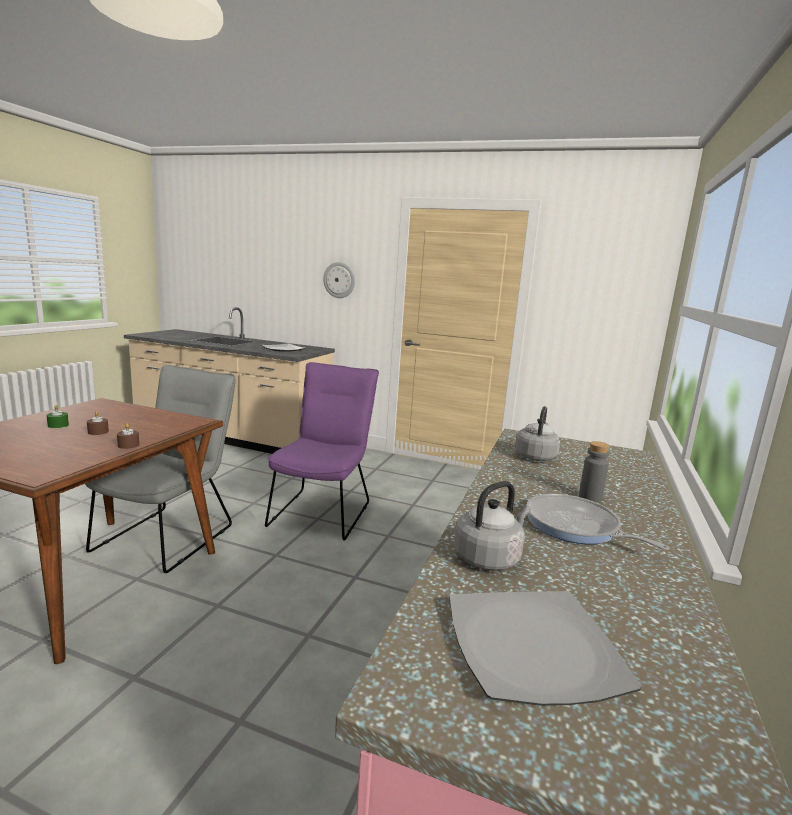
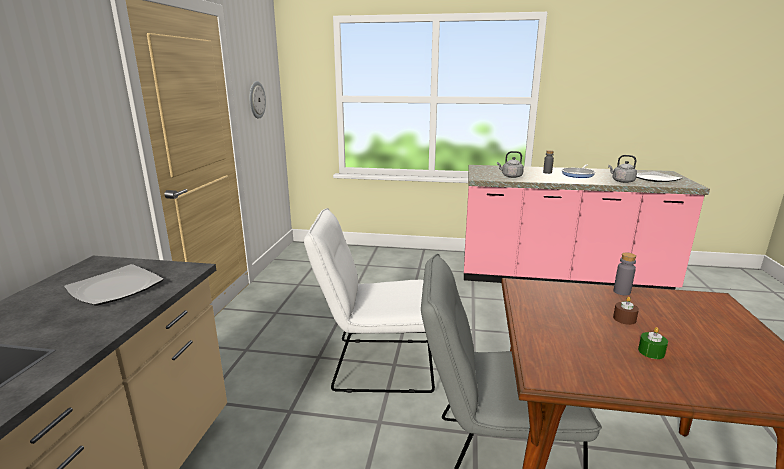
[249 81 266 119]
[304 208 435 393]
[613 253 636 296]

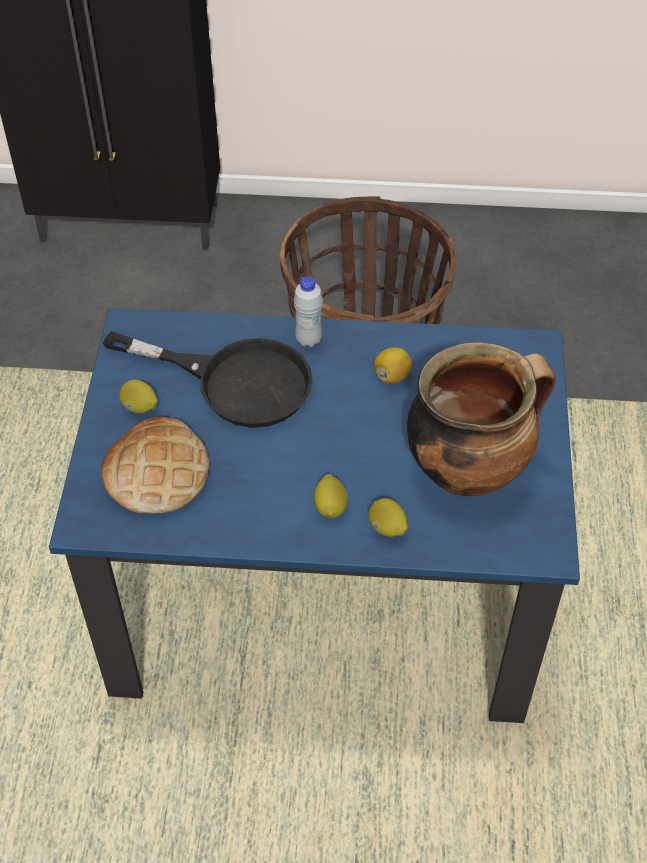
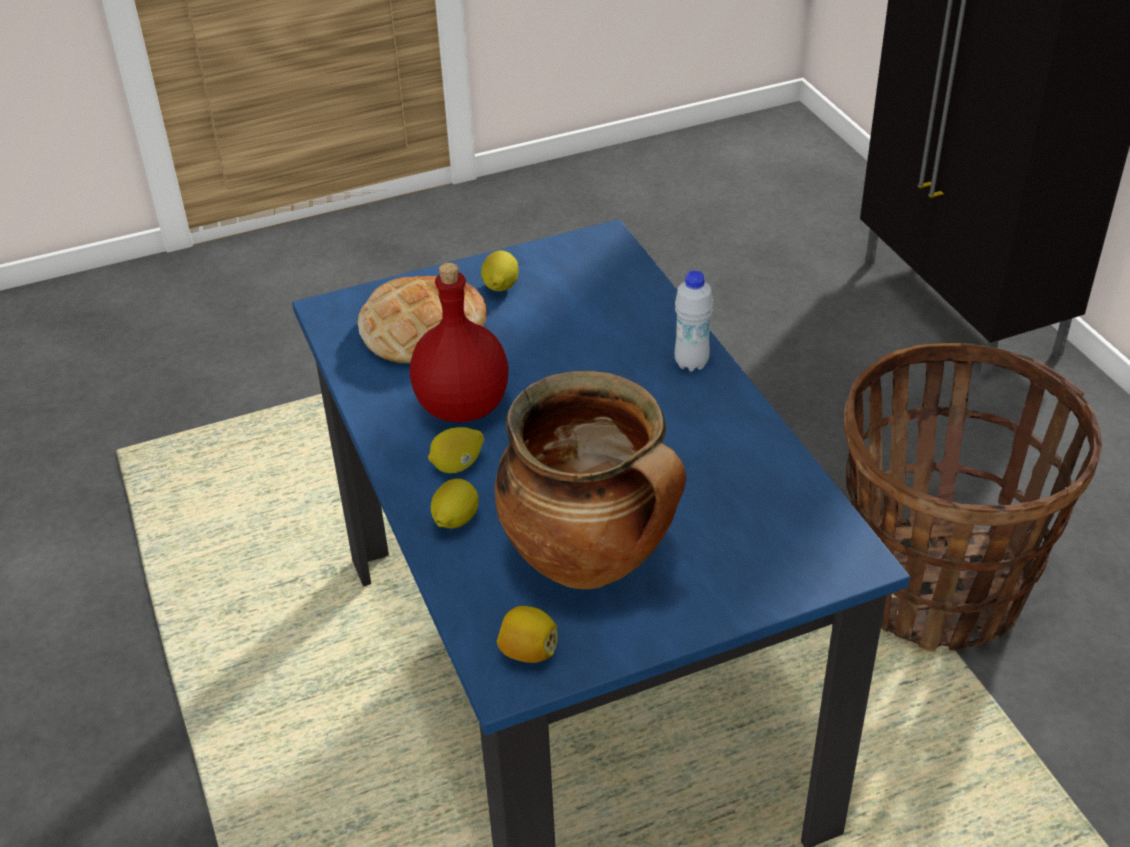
[103 331 313 428] (first image)
[497 606 558 663]
[410 263 509 422]

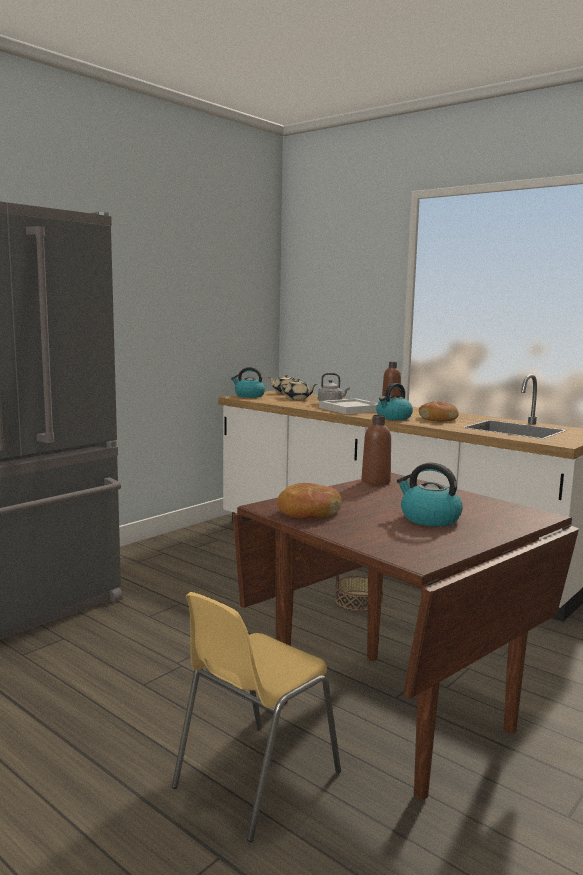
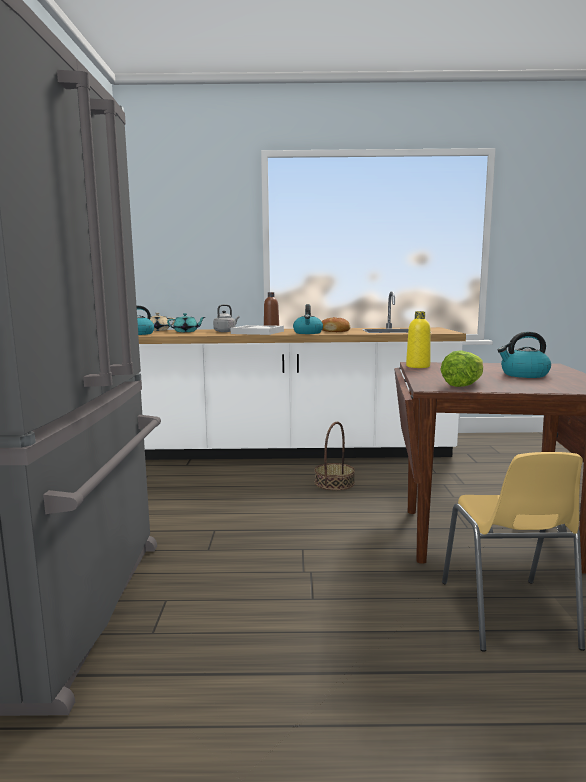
[167 313 205 332]
[406 311 431 368]
[440 350 483 387]

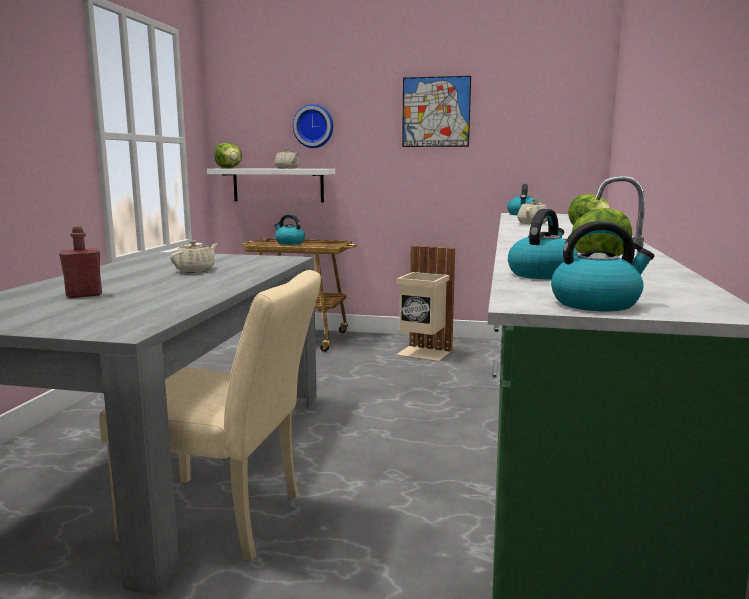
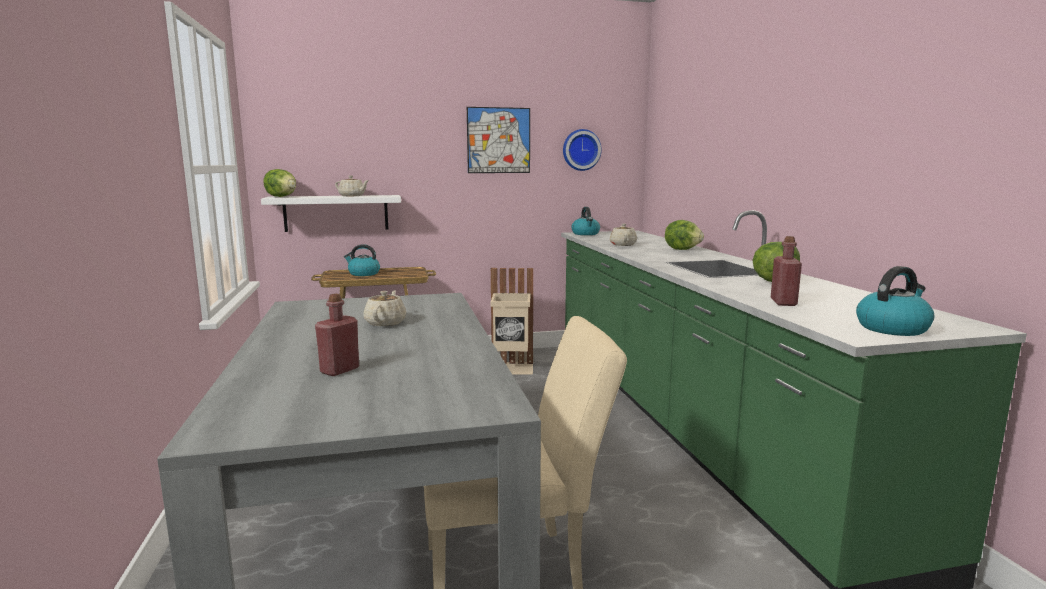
[563 129 602 171]
[771 236 802 306]

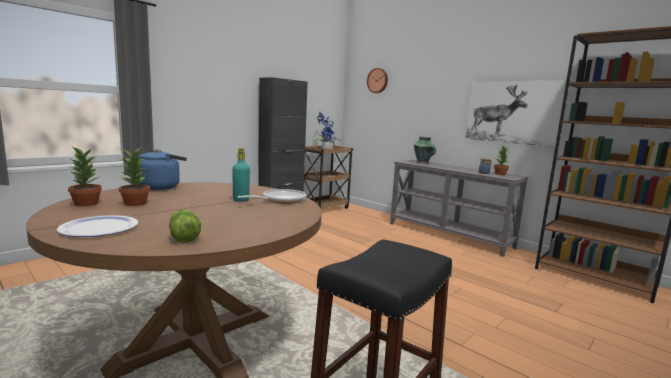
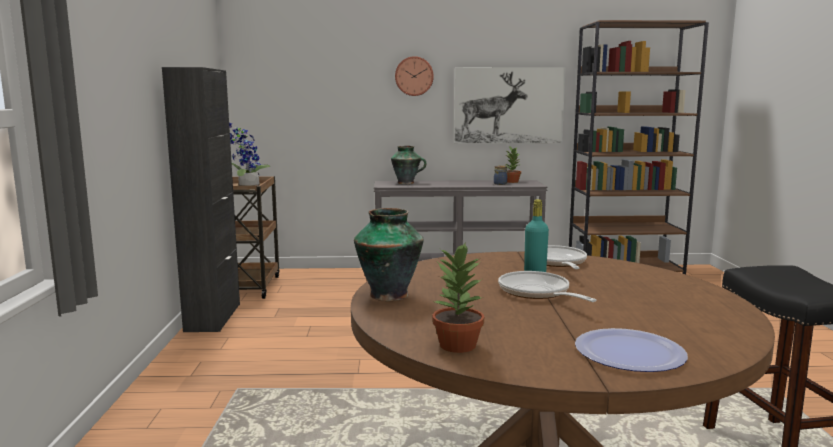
[395 56 434 96]
[119 148 150 206] (first image)
[354 208 424 301]
[169 209 201 243] (first image)
[498 271 596 302]

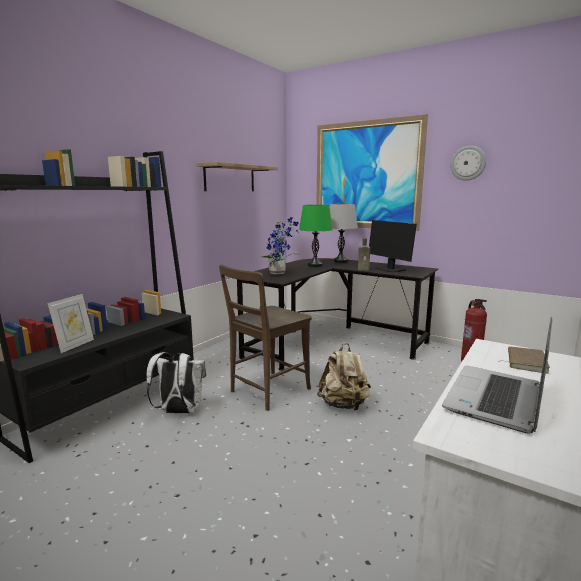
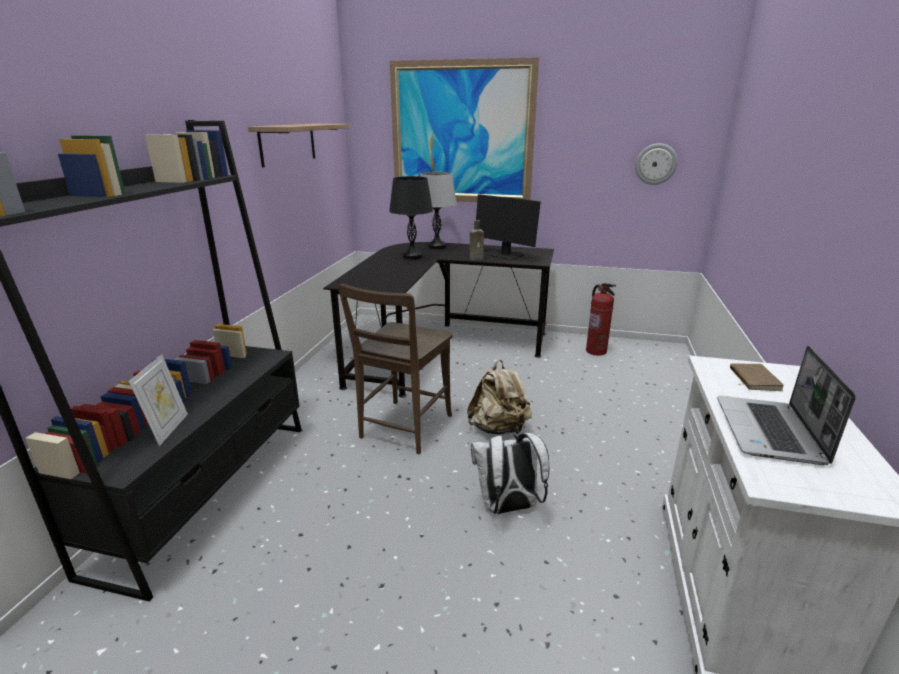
[635 143 678 185]
[389 176 433 259]
[262 217 302 274] (first image)
[471 432 549 514]

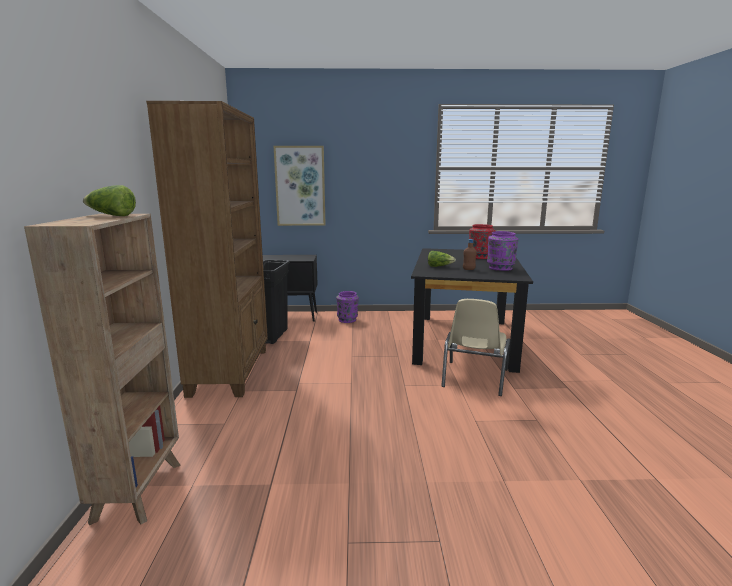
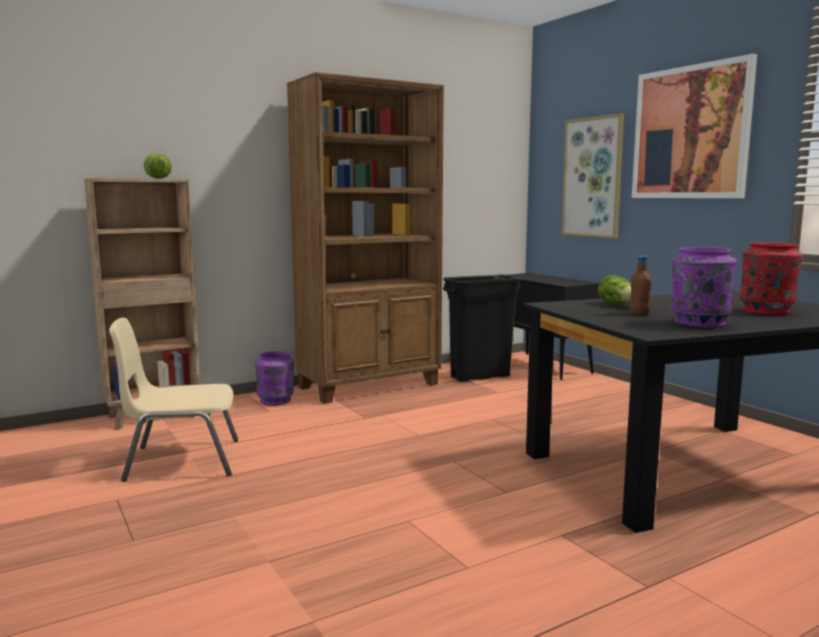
[255 351 295 406]
[109 317 238 482]
[632 54 757 198]

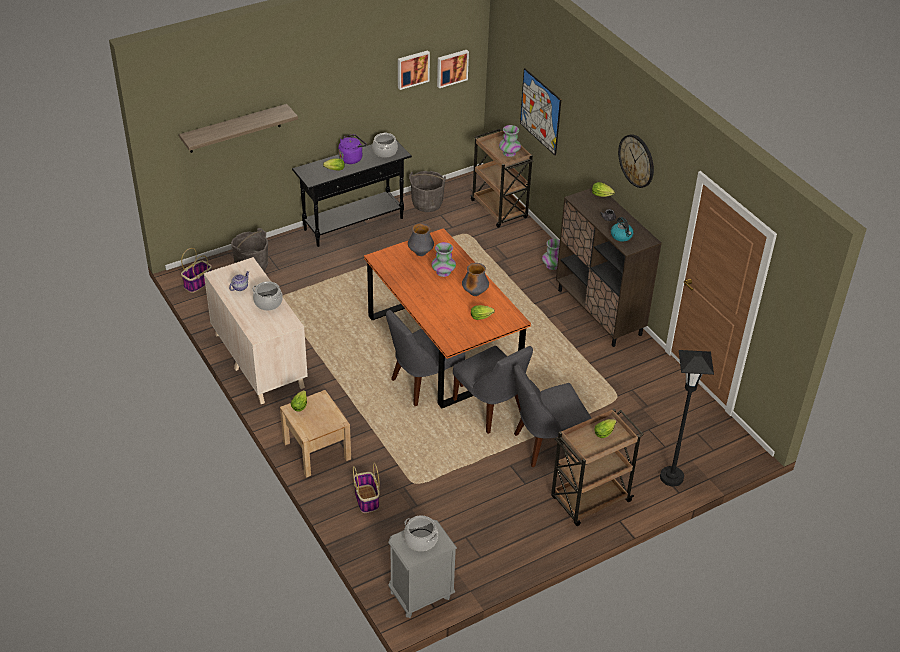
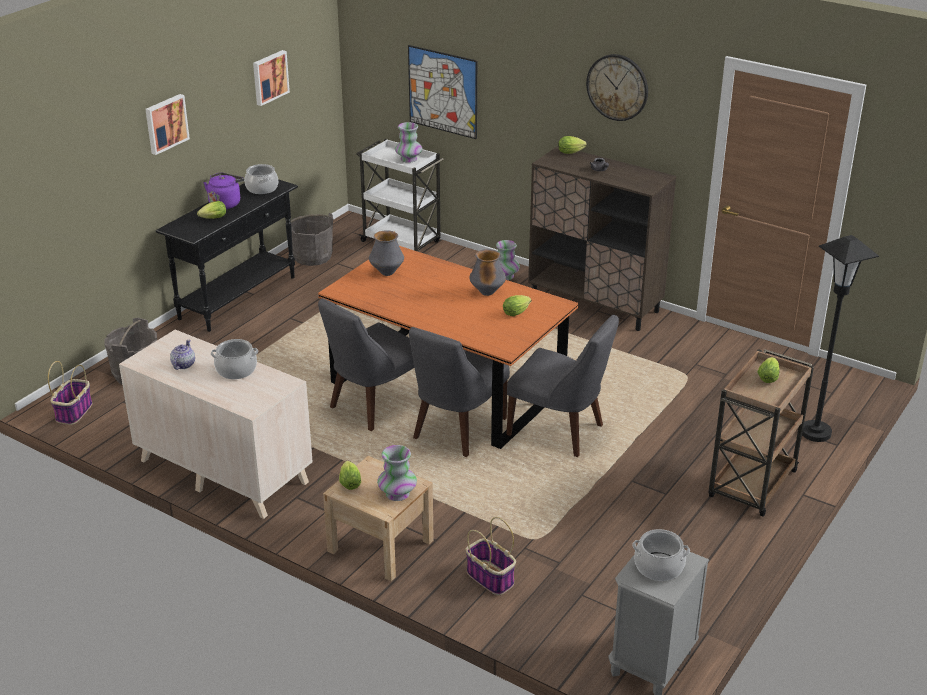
[145 94 190 155]
[179 104 298 153] (first image)
[356 139 444 251]
[611 217 634 242] (first image)
[377 445 417 501]
[318 298 422 431]

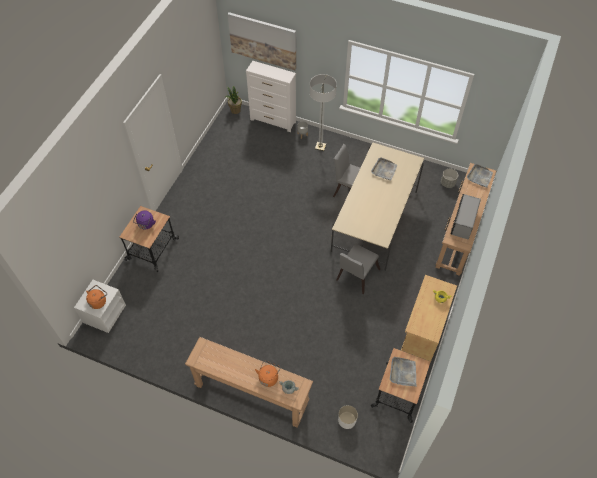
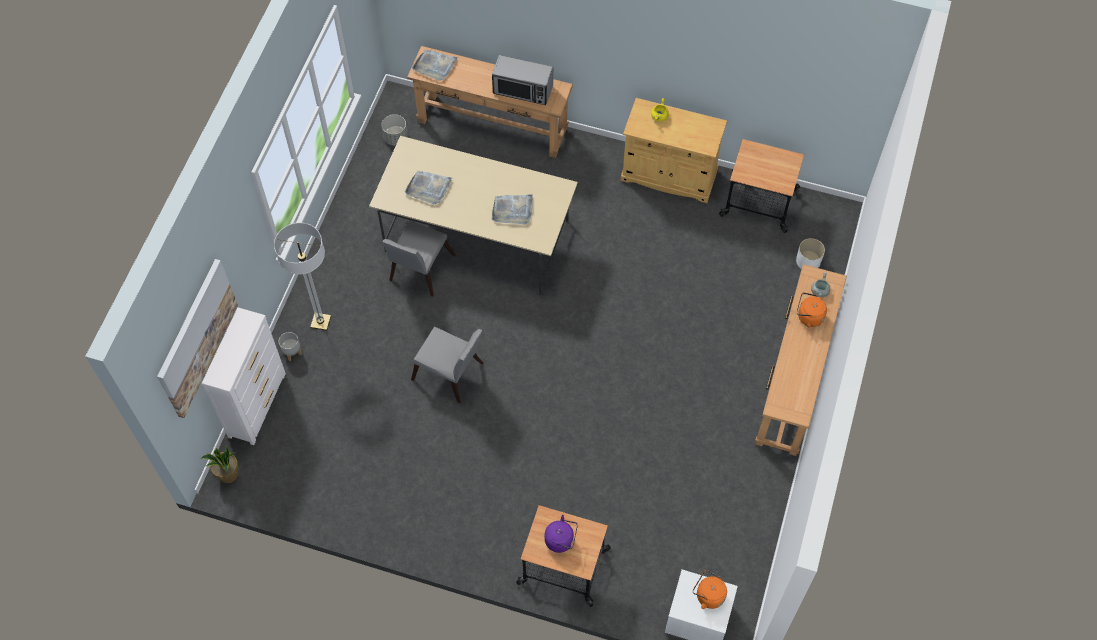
[411 326 484 403]
[492 194 533 224]

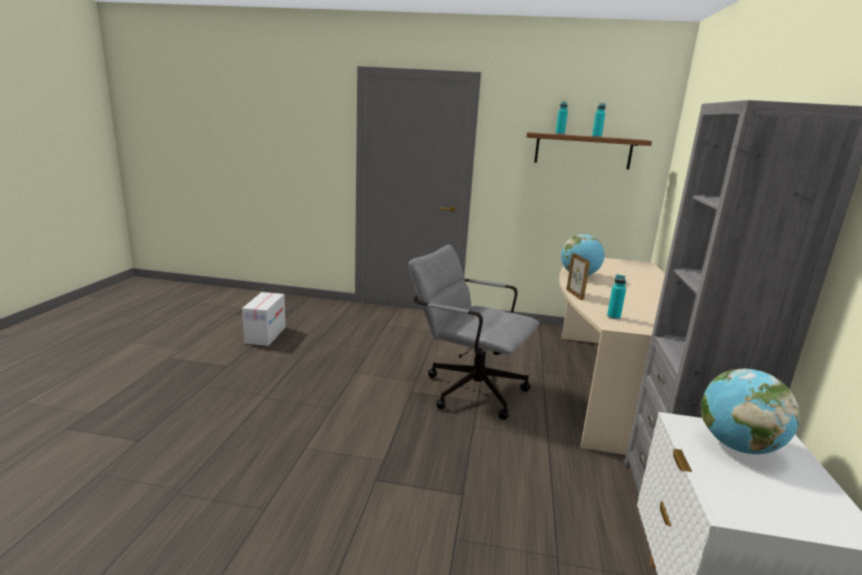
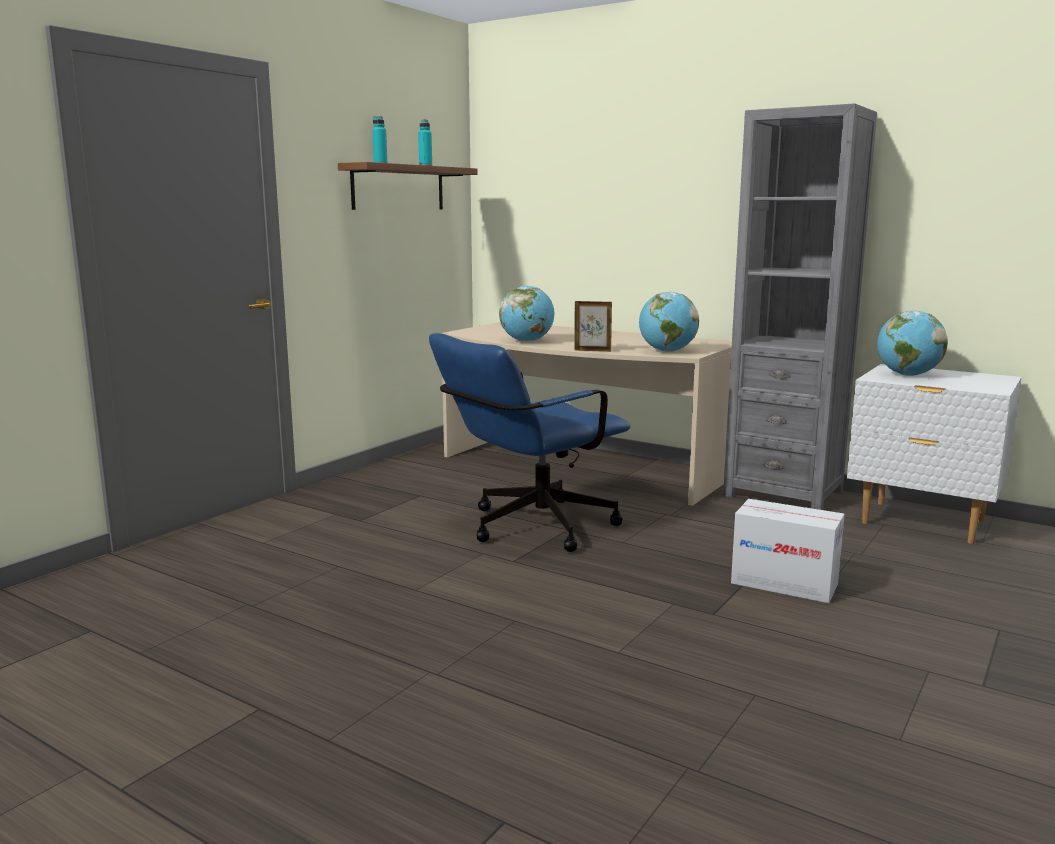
[429 333 630 552]
[639 292 699 352]
[731 499 845 603]

